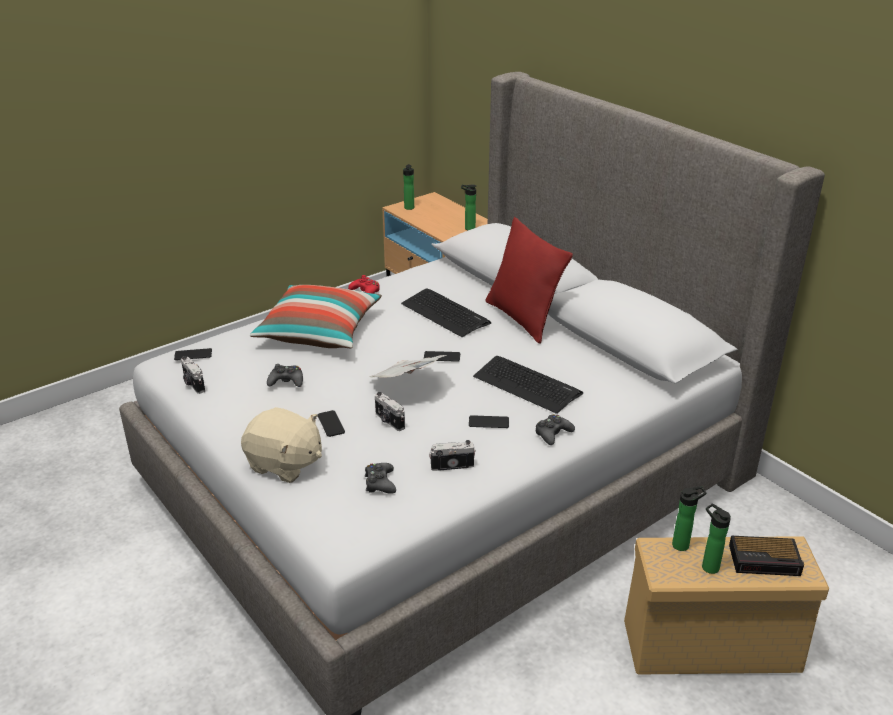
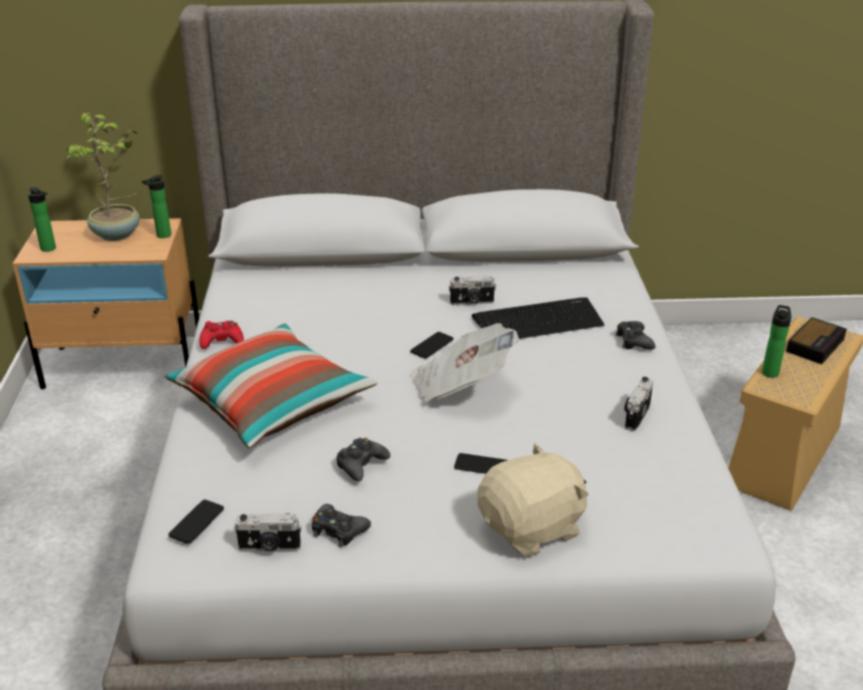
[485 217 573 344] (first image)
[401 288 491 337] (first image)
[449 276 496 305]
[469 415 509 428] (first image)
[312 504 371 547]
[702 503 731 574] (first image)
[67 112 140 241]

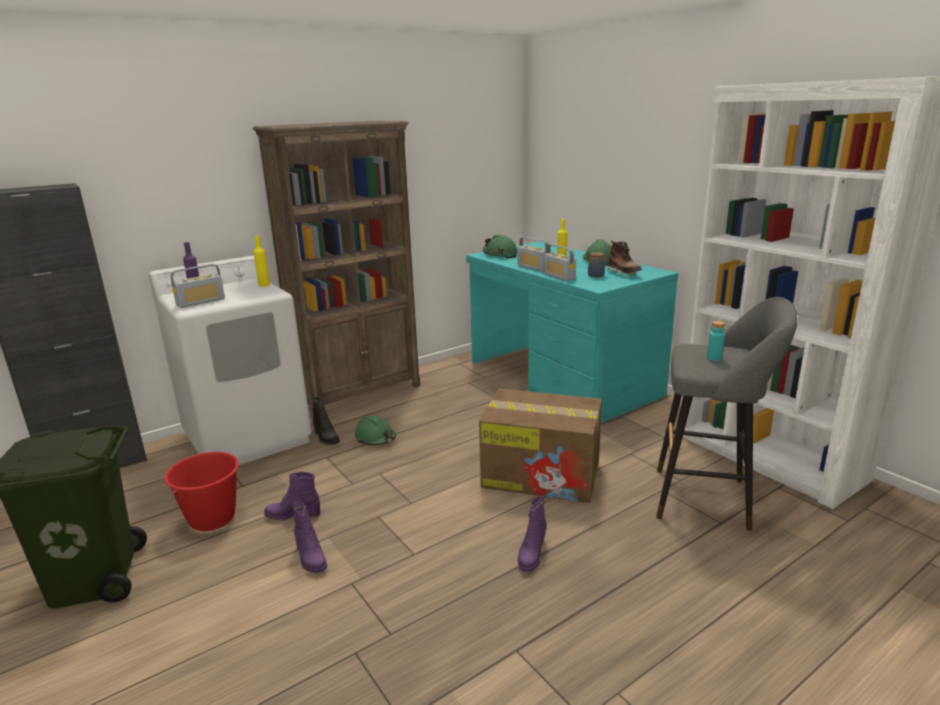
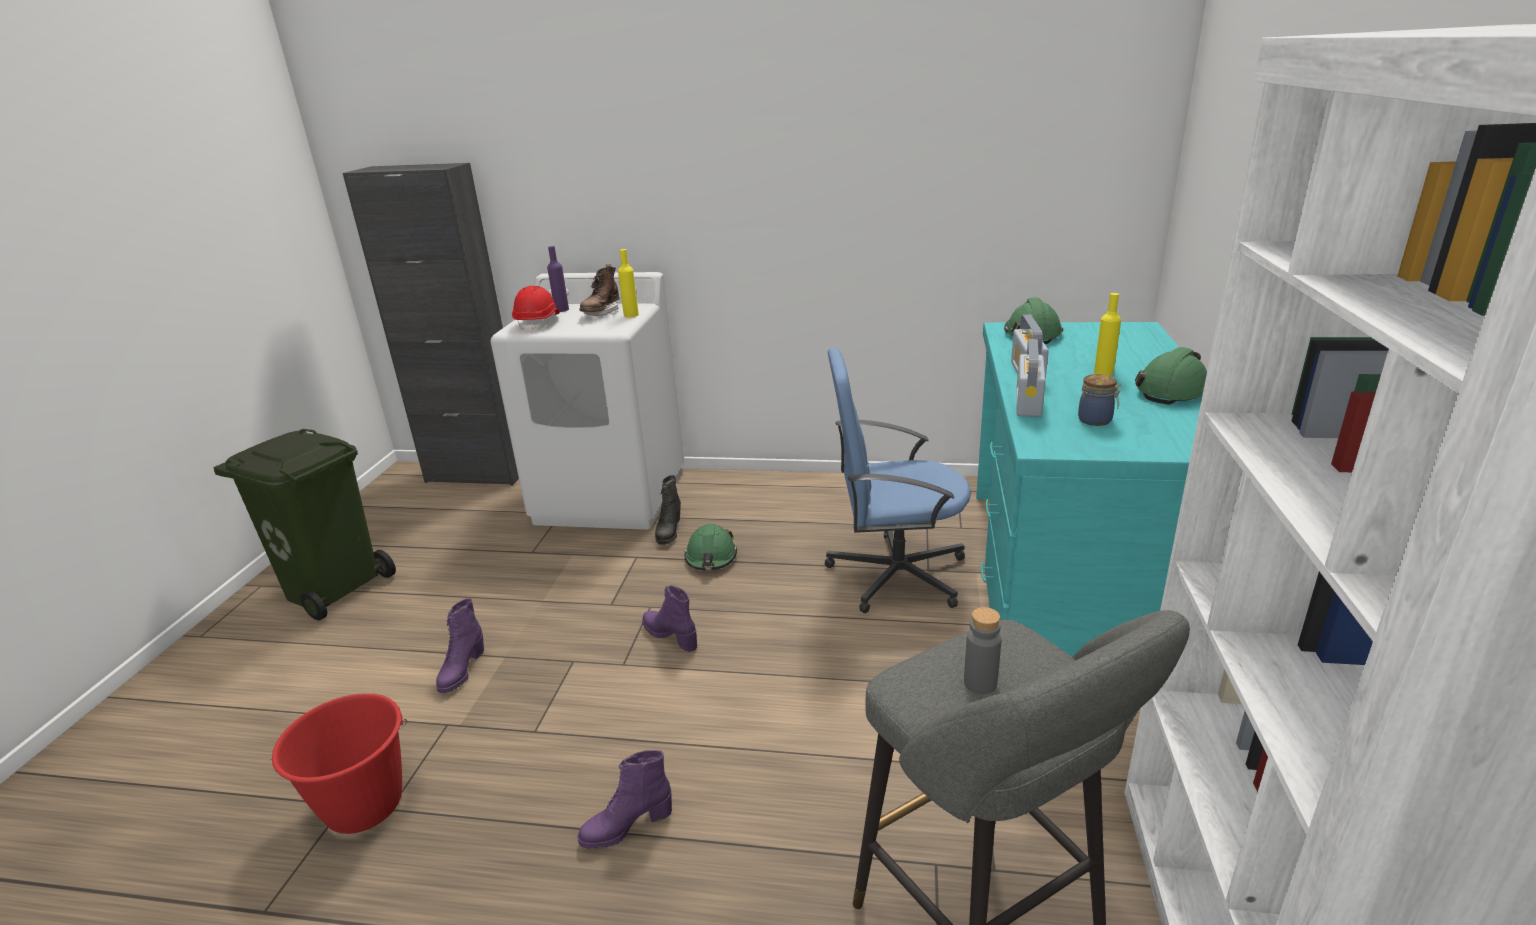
[253 121 420 417] (first image)
[579 264 620 316]
[512 286 560 332]
[964 607 1001 694]
[479 389 602 503] (first image)
[271 693 408 834]
[642 585 697 652]
[824 348 971 613]

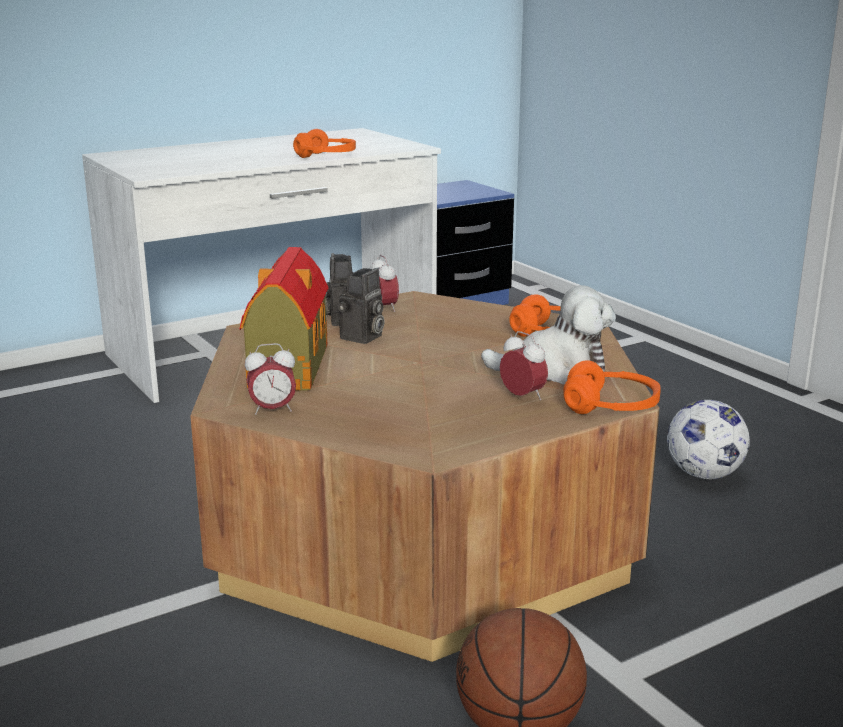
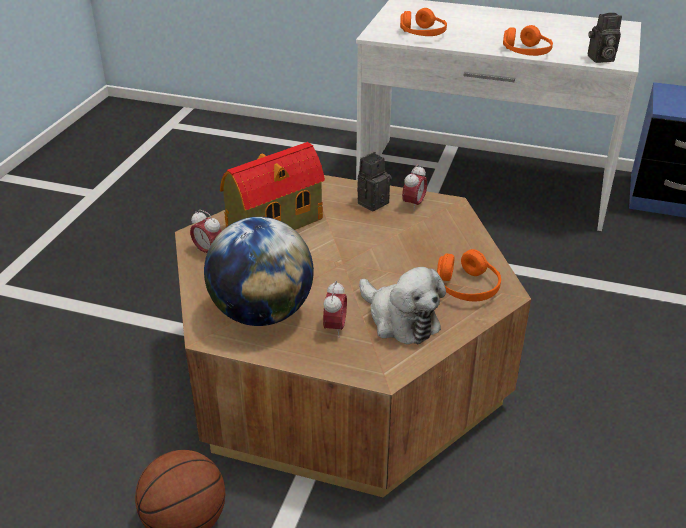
[588 13 622 63]
[400 8 447 36]
[667 400 750 479] (first image)
[204 217 314 326]

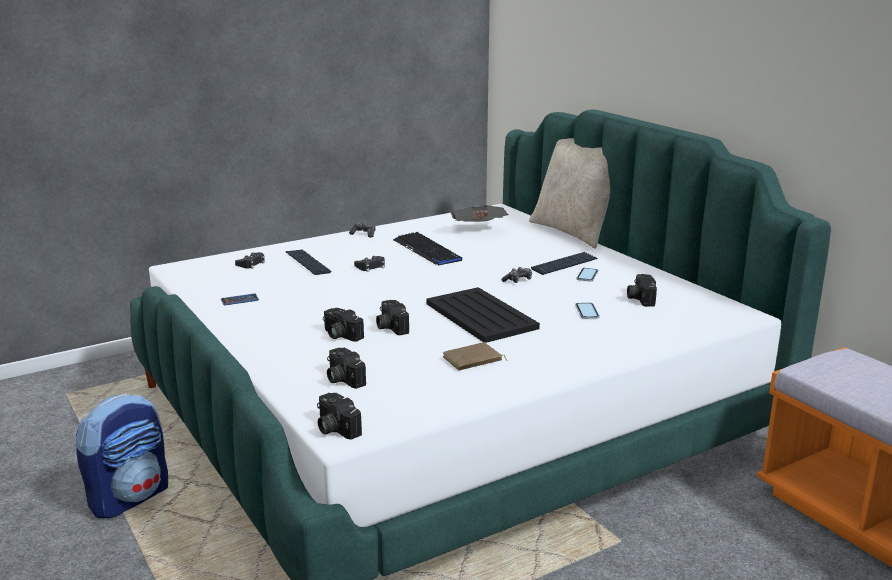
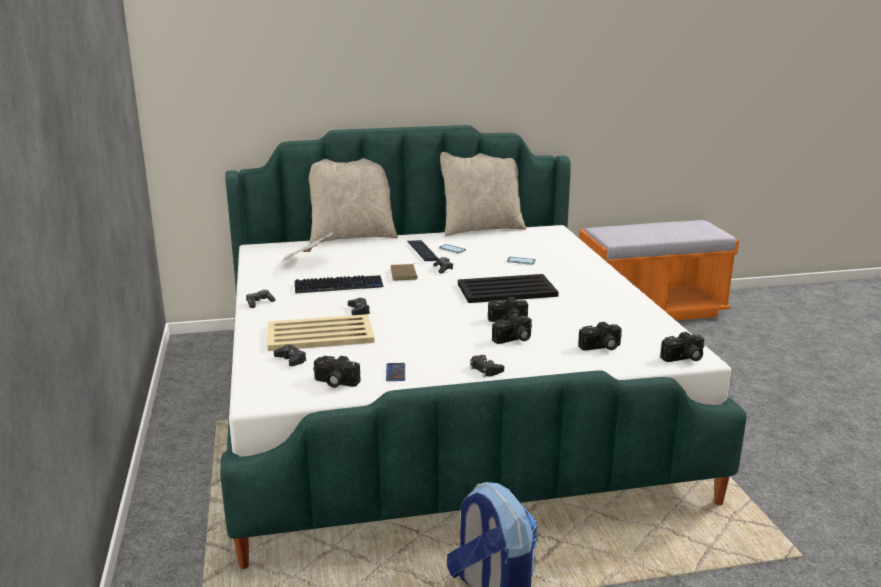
[267 314 374 351]
[313 356 361 388]
[391 263 421 281]
[440 152 526 236]
[470 355 504 377]

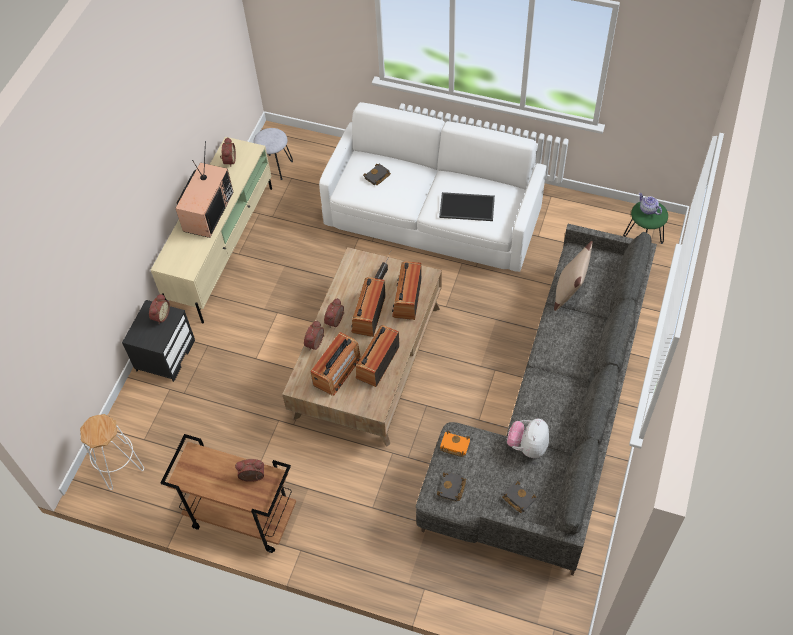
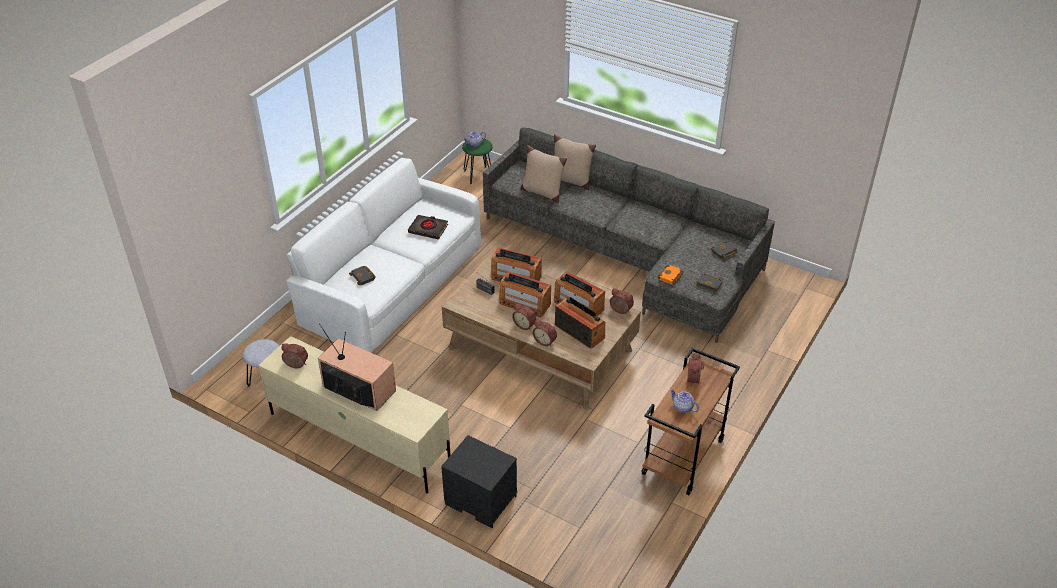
[408 215 448 240]
[610 289 634 314]
[80 414 144 490] (first image)
[507 419 549 458] (first image)
[554 134 596 190]
[670 389 699 413]

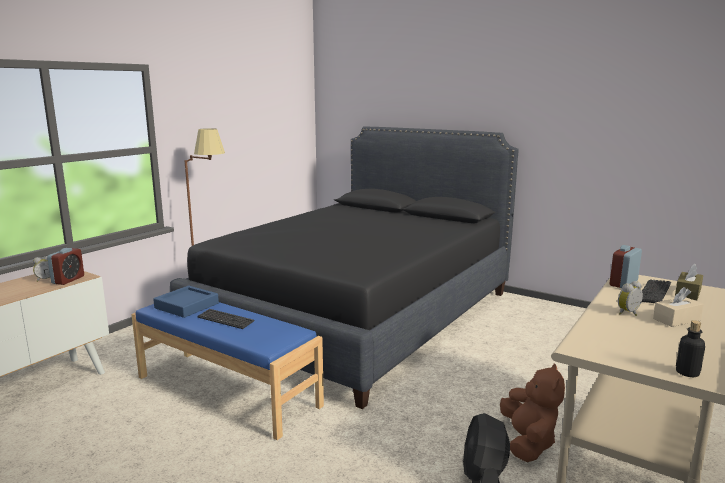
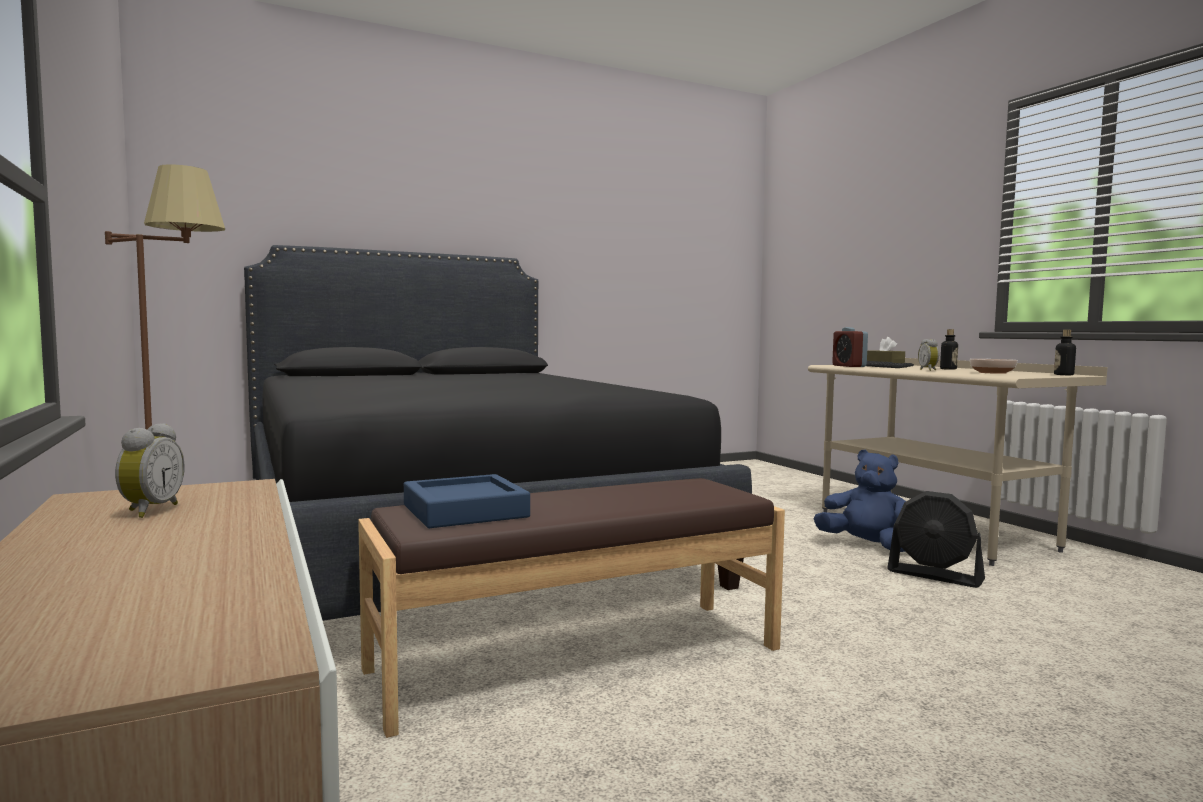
[47 248 84 285] (first image)
[940 329 958 370]
[358 478 785 738]
[197 309 254 329] (first image)
[813 450 906 552]
[970 359 1018 374]

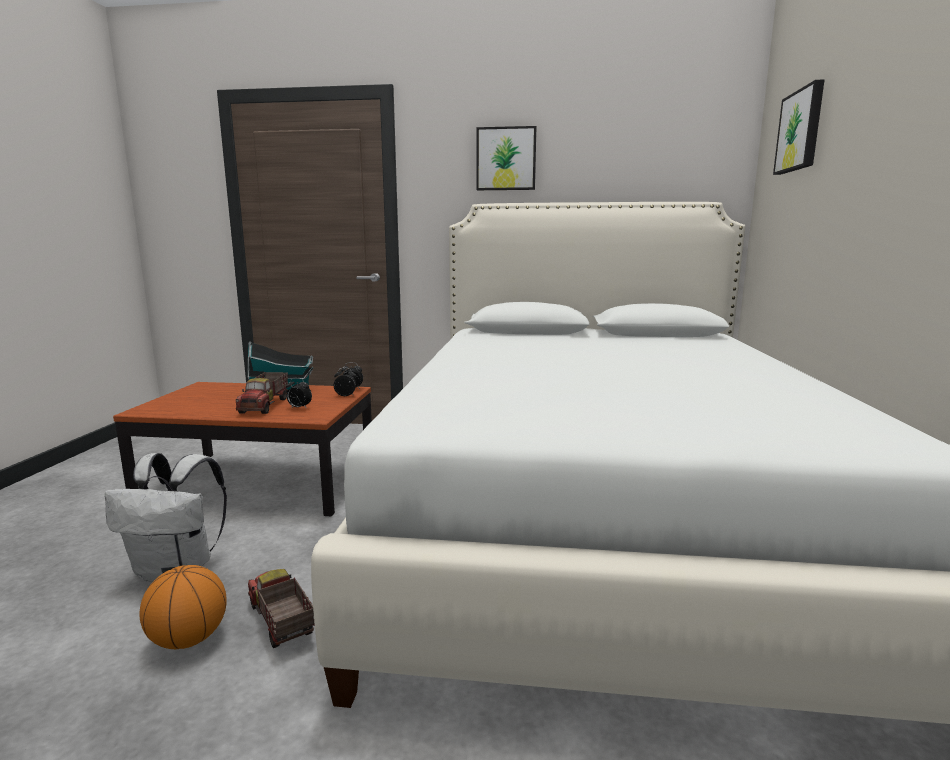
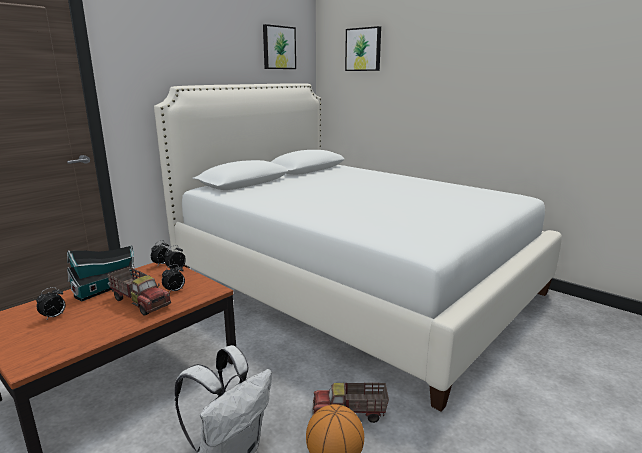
[263 24 296 69]
[36 287 66 321]

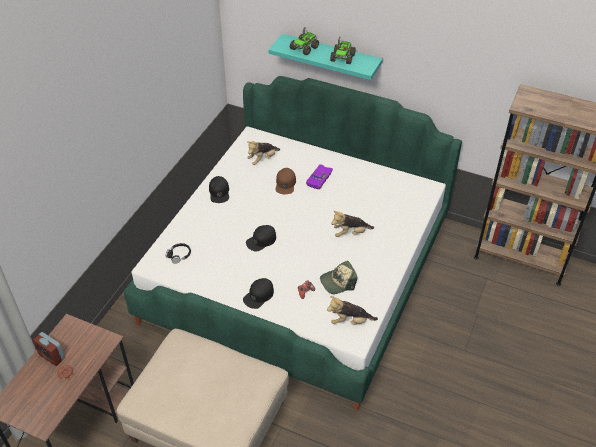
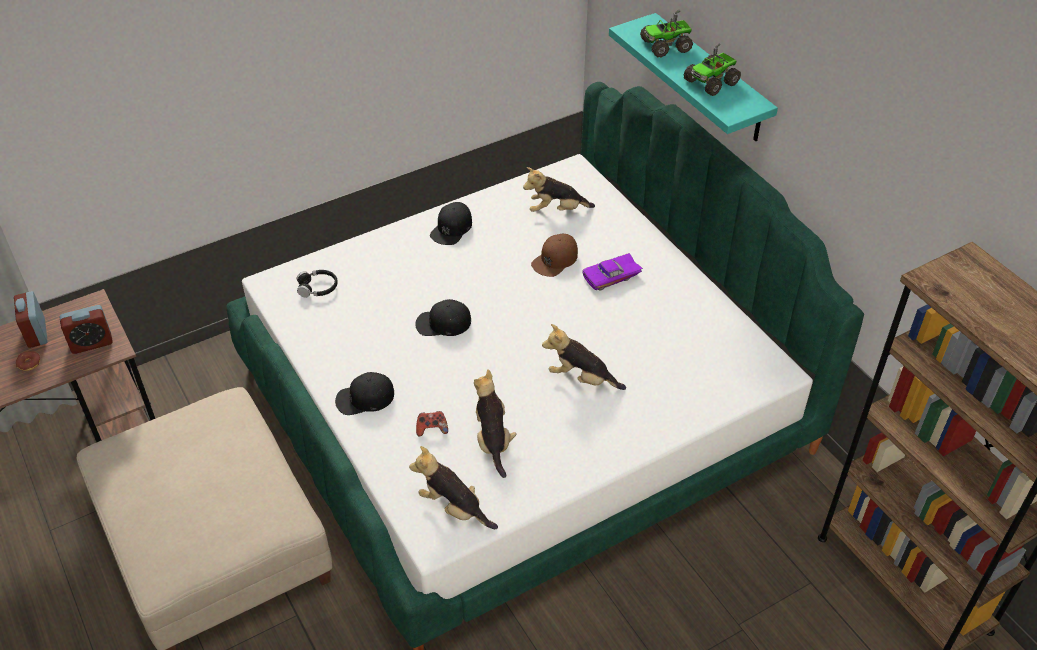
[474 369 516 478]
[59 305 113 354]

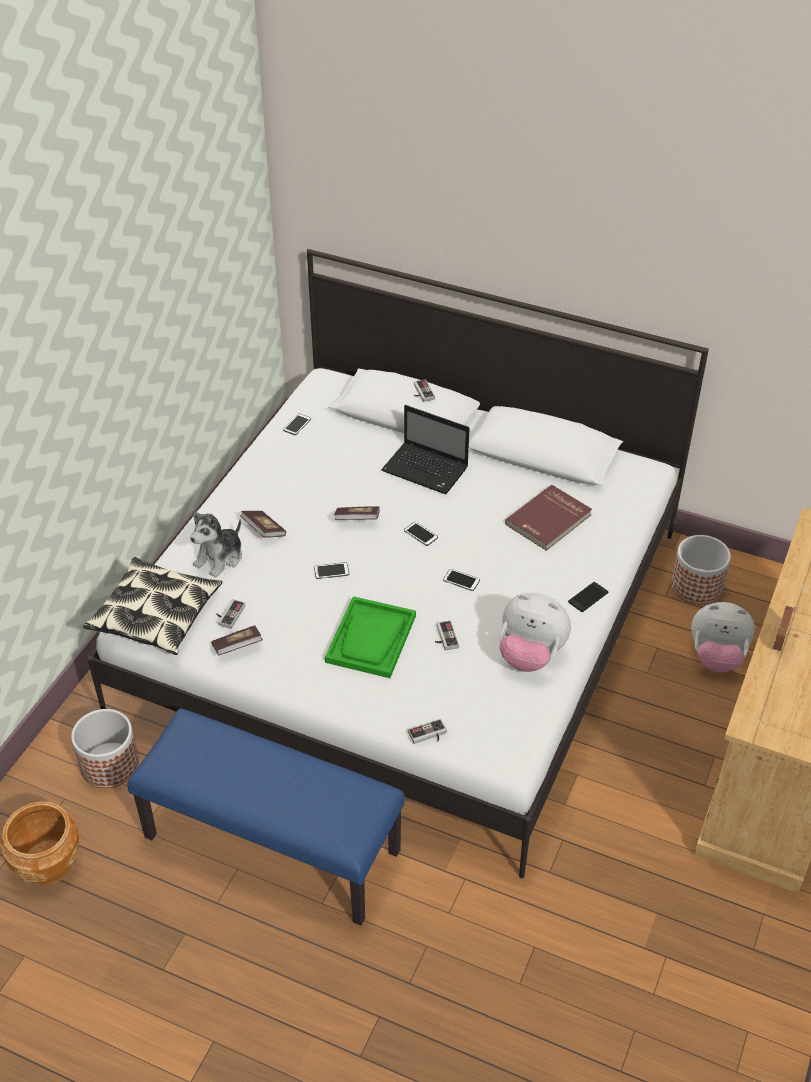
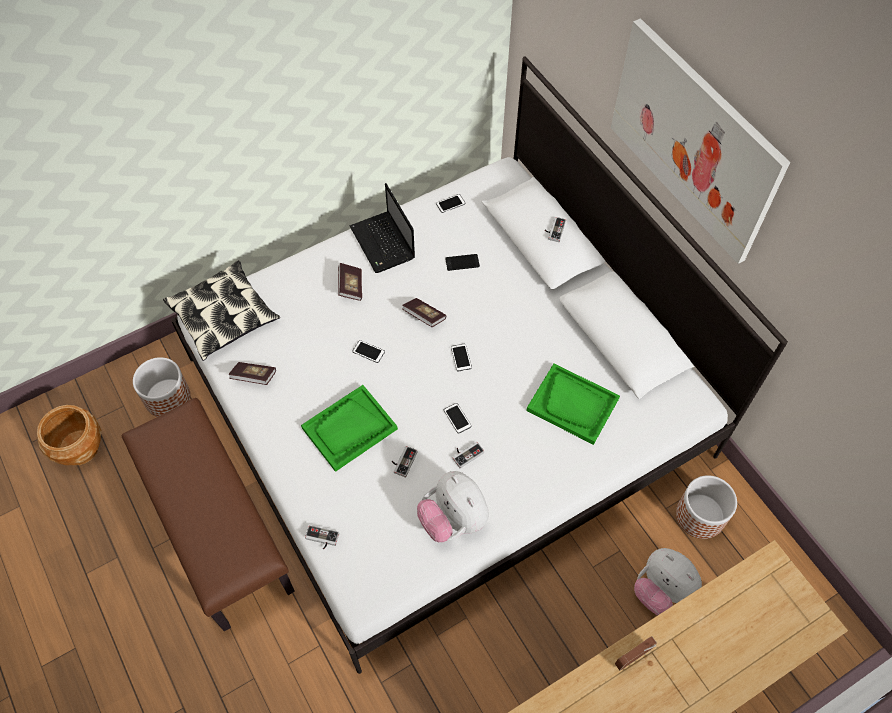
[349 183 415 273]
[526 364 620 445]
[190 511 242 578] (first image)
[445 254 480 271]
[452 442 484 468]
[122 398 295 631]
[611 18 790 264]

